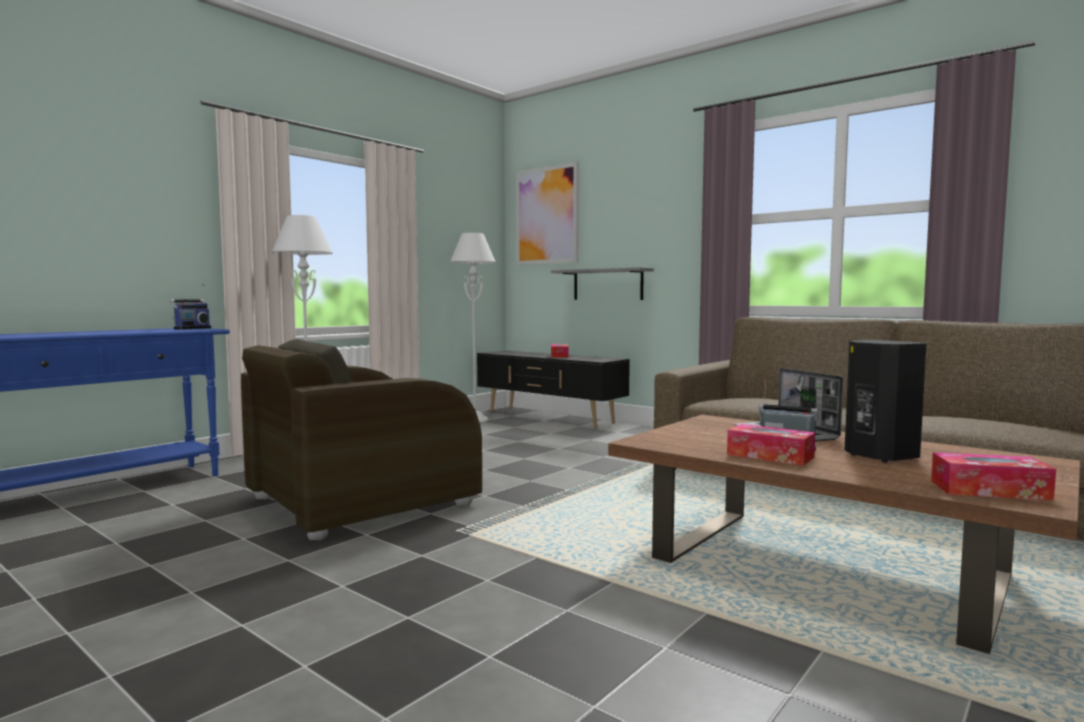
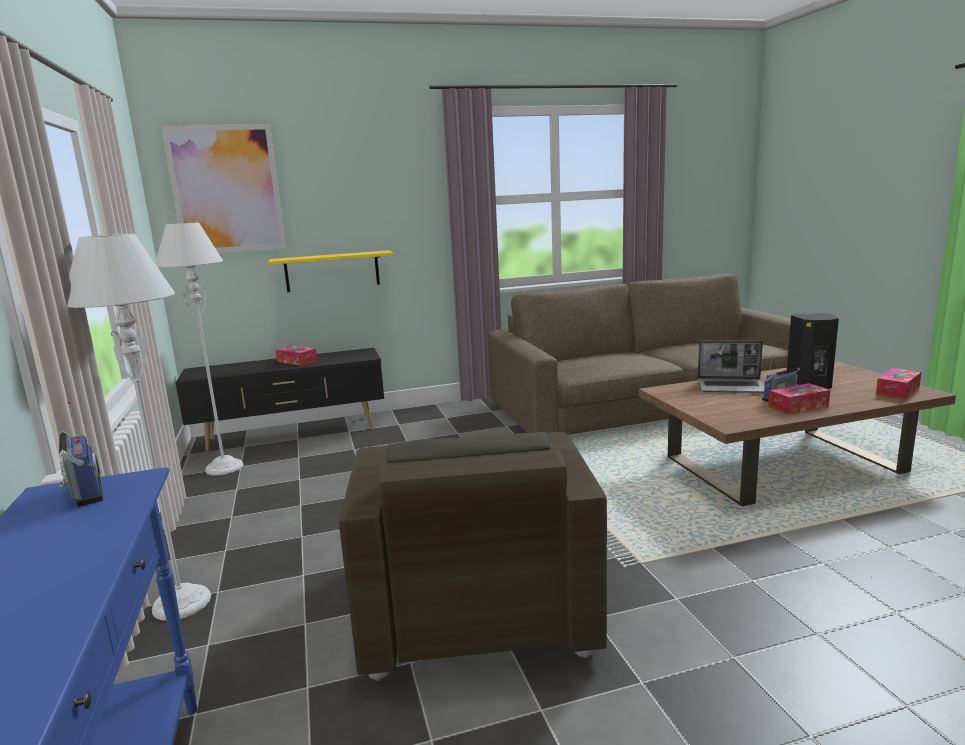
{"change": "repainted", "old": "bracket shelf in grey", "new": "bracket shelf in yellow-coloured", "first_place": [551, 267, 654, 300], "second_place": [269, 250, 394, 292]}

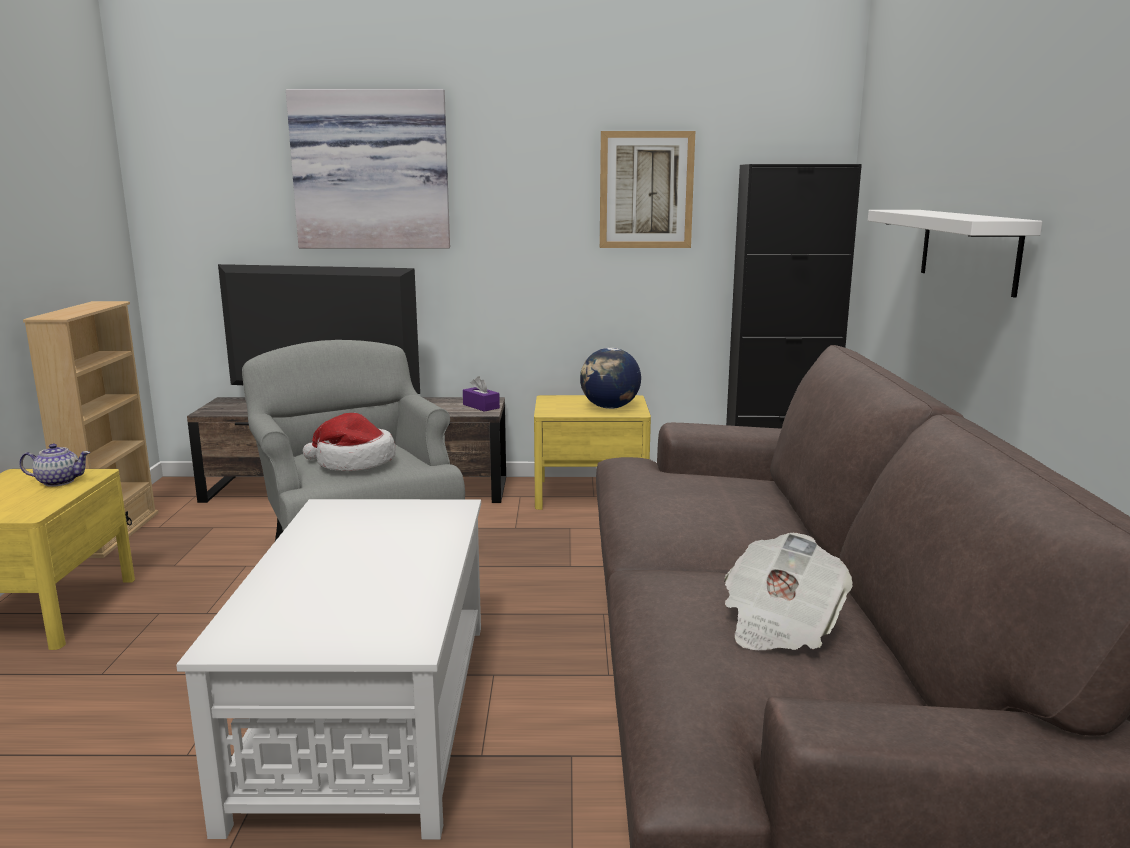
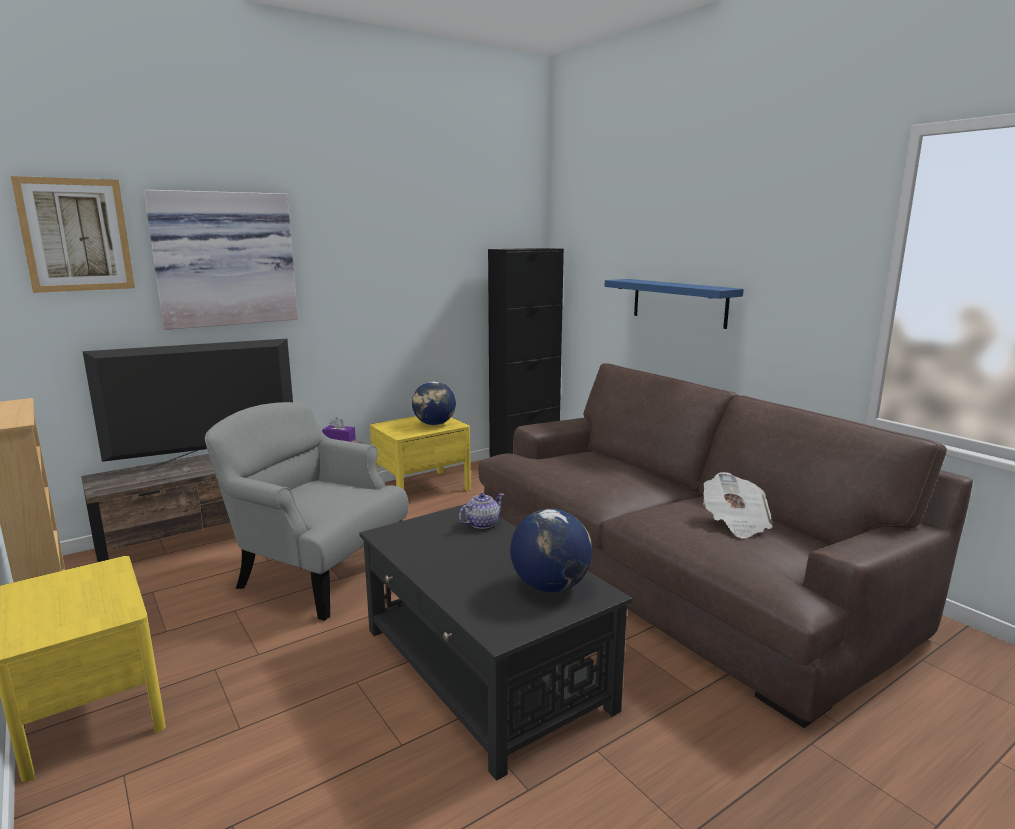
{"change": "shifted", "old": "tea pot", "first_place": [19, 444, 90, 487], "second_place": [459, 493, 504, 529]}
{"change": "repainted", "old": "lounge table in whitish", "new": "lounge table in black", "first_place": [176, 499, 481, 839], "second_place": [359, 504, 632, 781]}
{"change": "gone", "old": "clothing hat", "first_place": [303, 413, 396, 471]}
{"change": "shifted", "old": "wall art", "first_place": [600, 131, 695, 248], "second_place": [11, 176, 135, 293]}
{"change": "repainted", "old": "bracket shelf in whitish", "new": "bracket shelf in blue", "first_place": [868, 210, 1042, 298], "second_place": [604, 279, 744, 329]}
{"change": "new", "new": "globe", "second_place": [510, 509, 592, 592]}

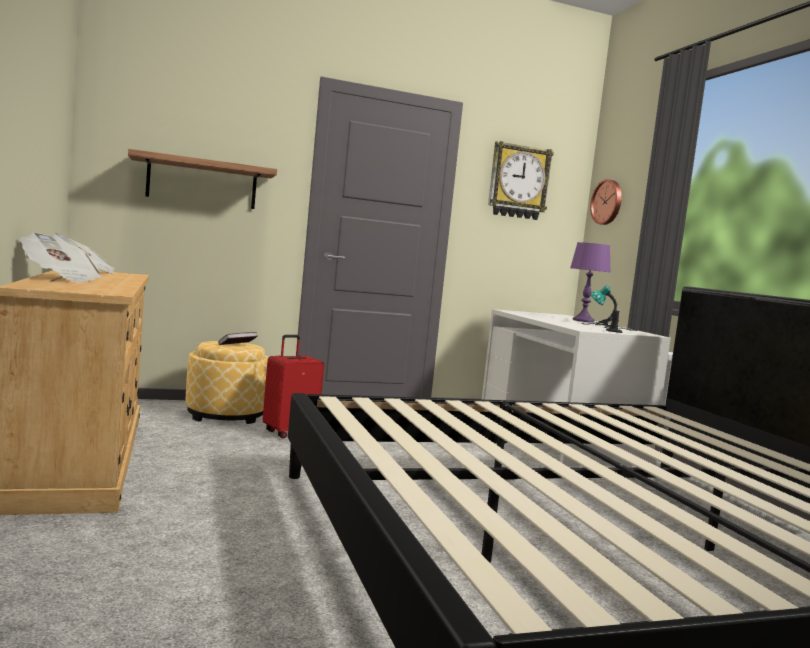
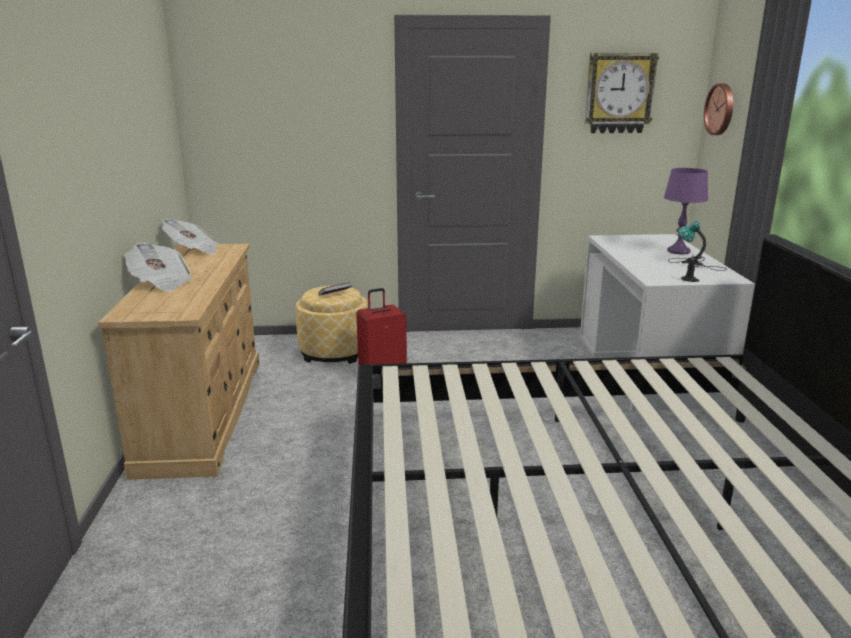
{"change": "gone", "old": "bracket shelf", "first_place": [128, 149, 277, 209]}

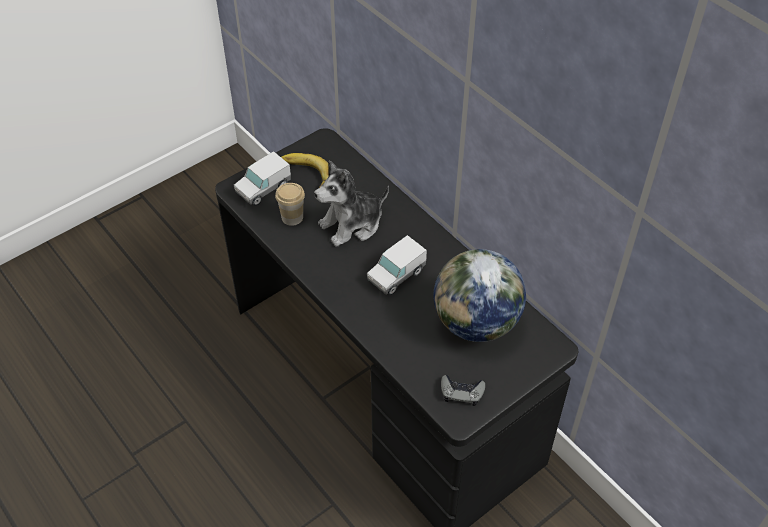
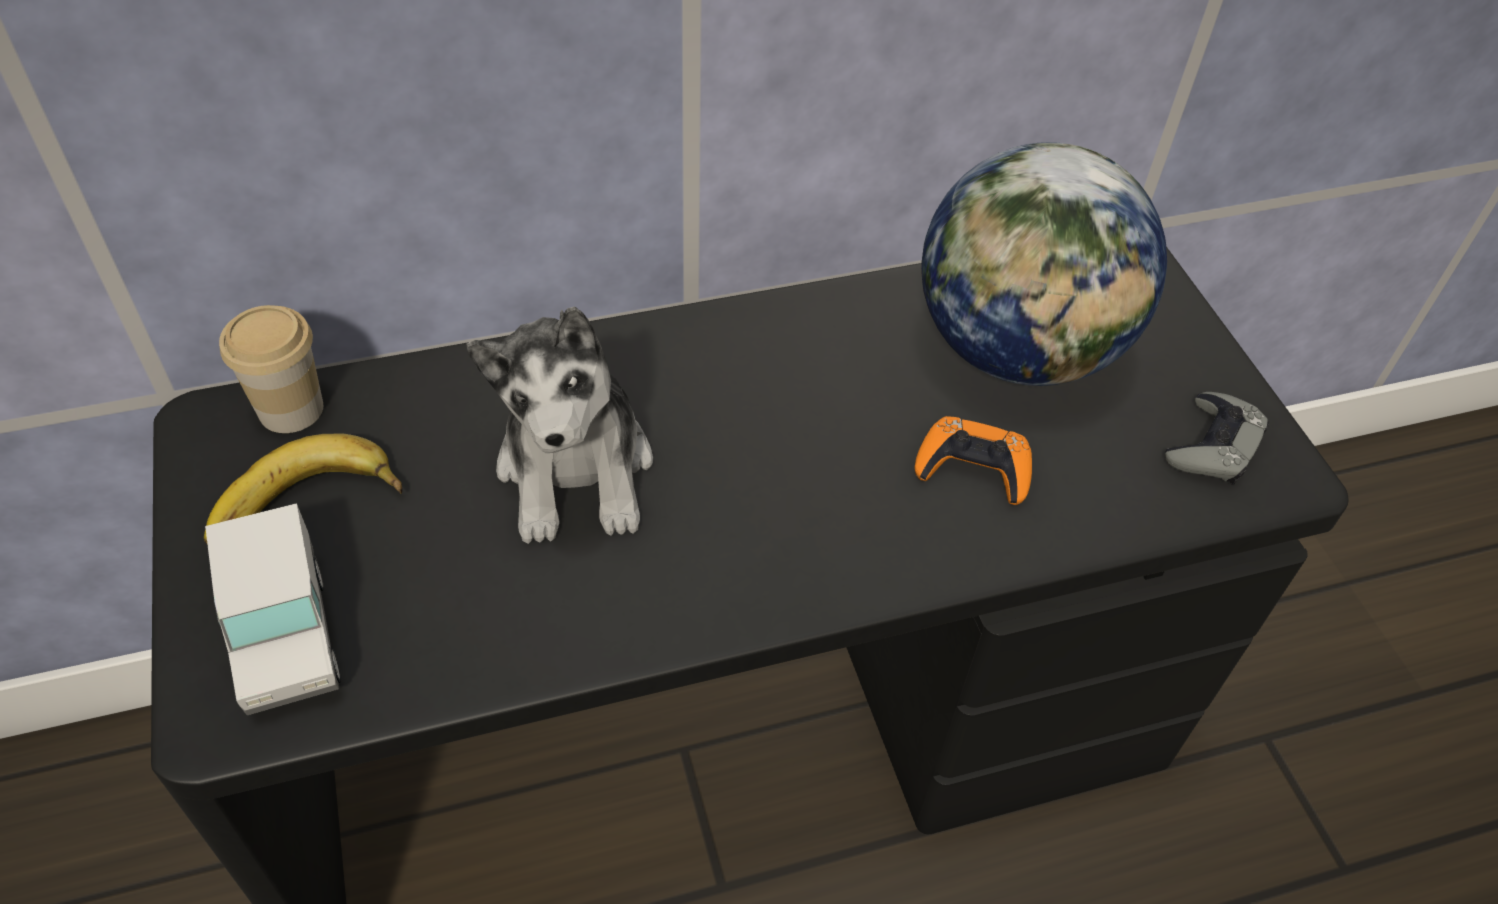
{"change": "shifted", "old": "drinking cup", "first_place": [275, 183, 305, 226], "second_place": [219, 305, 323, 433]}
{"change": "gone", "old": "toy truck", "first_place": [367, 235, 427, 295]}
{"change": "new", "new": "gamepad in orange-coloured", "second_place": [914, 416, 1032, 505]}

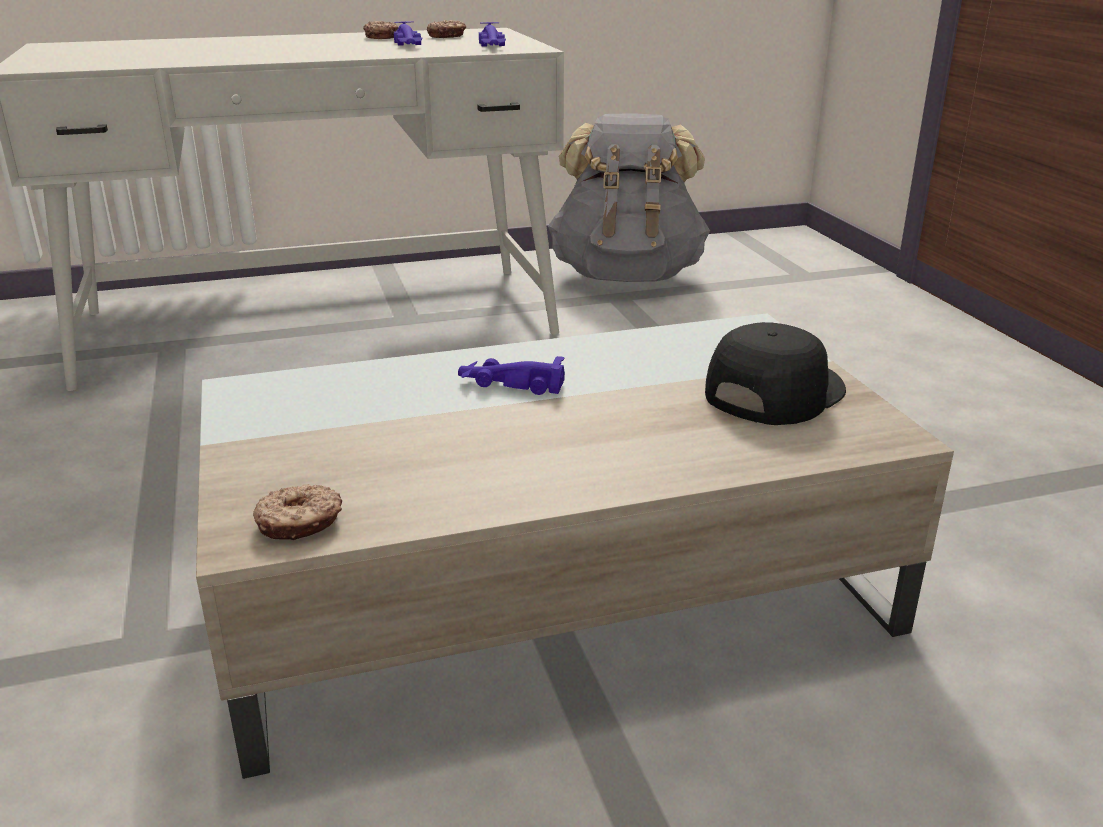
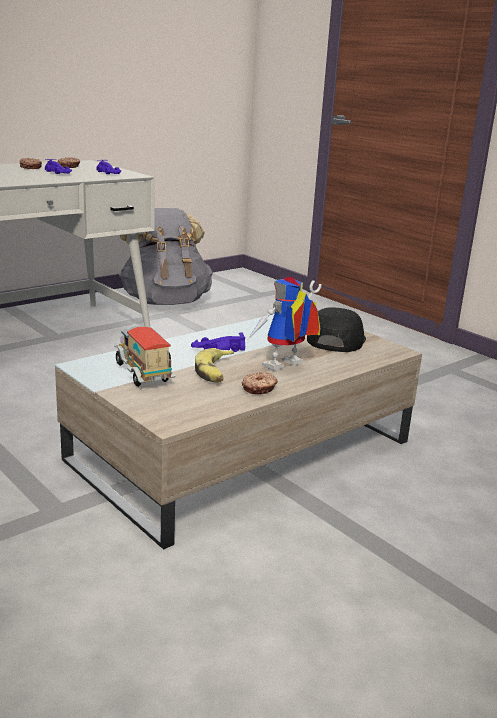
{"change": "shifted", "old": "ring doughnut", "first_place": [253, 484, 342, 540], "second_place": [242, 372, 278, 394]}
{"change": "new", "new": "toy truck", "second_place": [114, 327, 175, 387]}
{"change": "new", "new": "banana fruit", "second_place": [195, 348, 234, 383]}
{"change": "new", "new": "toy robot", "second_place": [248, 277, 322, 370]}

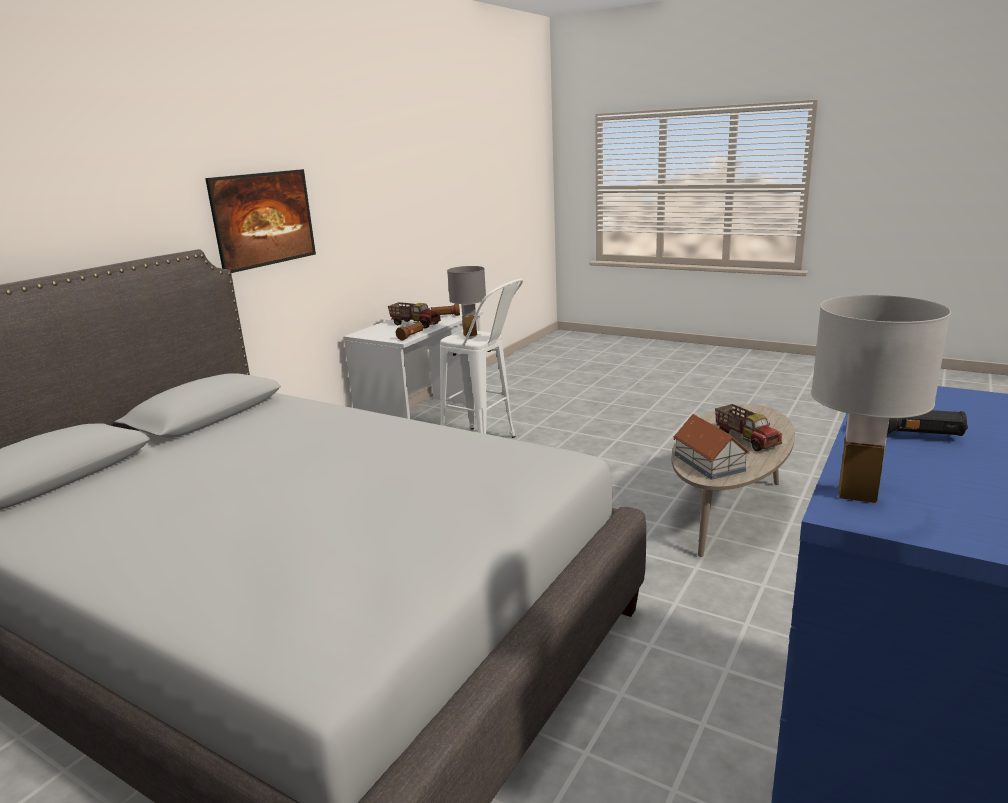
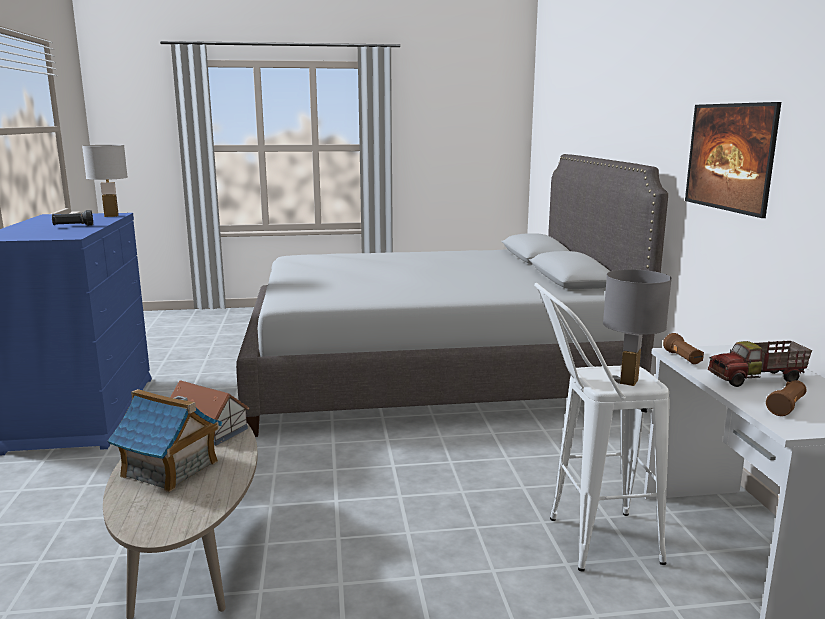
{"change": "swapped", "old": "toy truck", "new": "model house", "first_place": [715, 404, 782, 451], "second_place": [108, 389, 222, 492]}

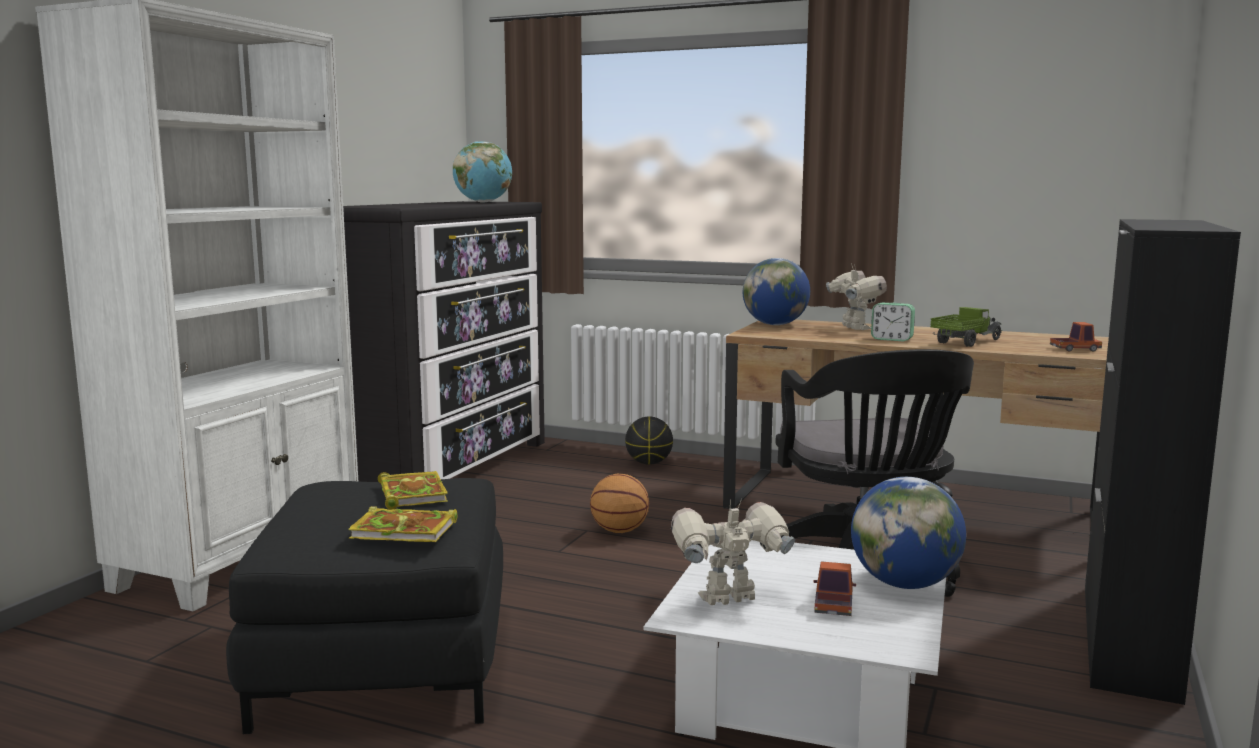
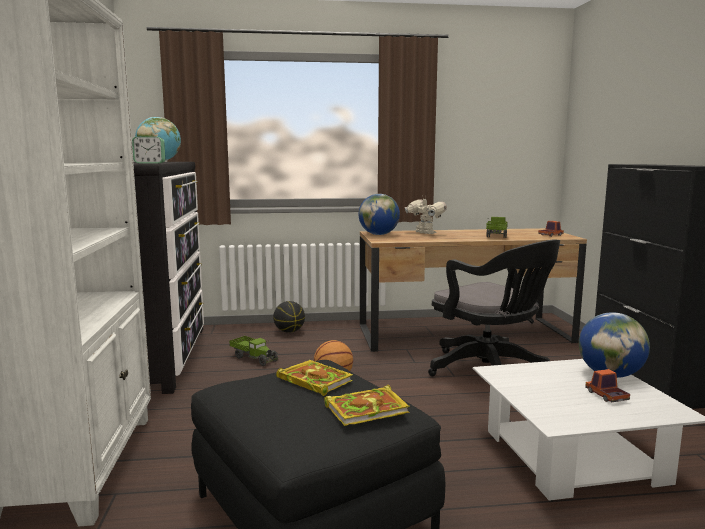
{"change": "gone", "old": "toy robot", "first_place": [671, 499, 795, 605]}
{"change": "shifted", "old": "table clock", "first_place": [871, 303, 915, 342], "second_place": [132, 136, 165, 163]}
{"change": "new", "new": "toy truck", "second_place": [229, 336, 279, 366]}

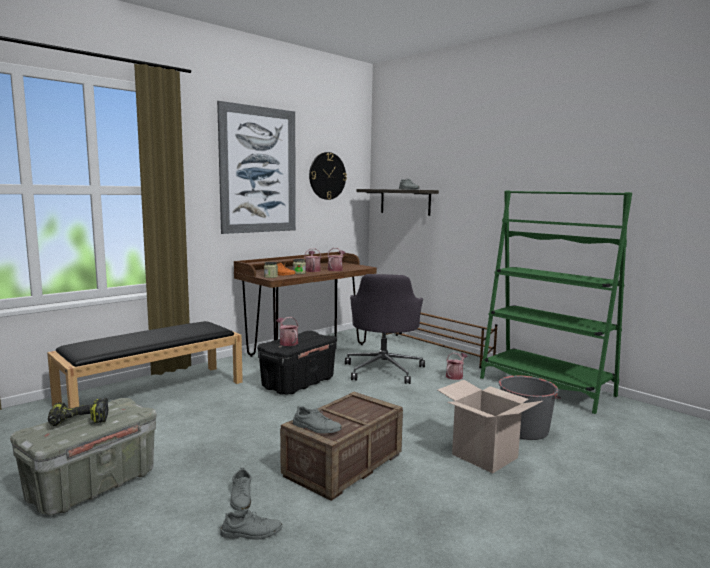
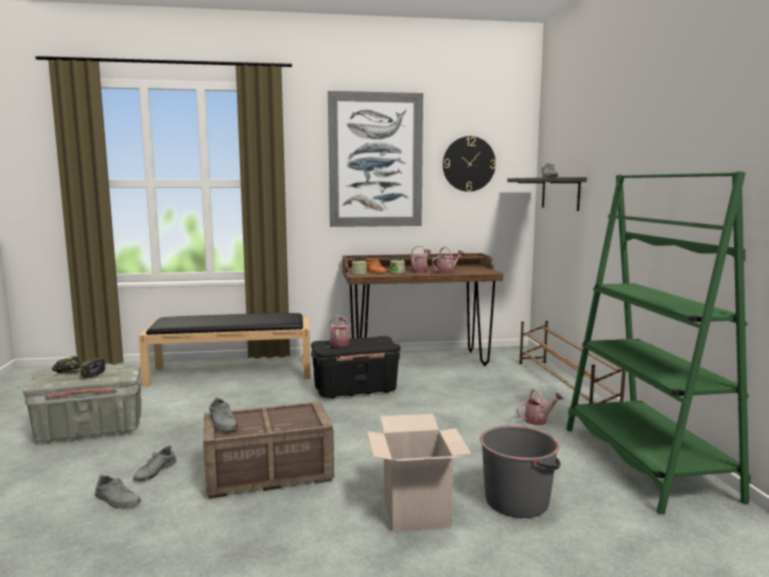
{"change": "gone", "old": "office chair in grey", "first_place": [345, 274, 425, 384]}

